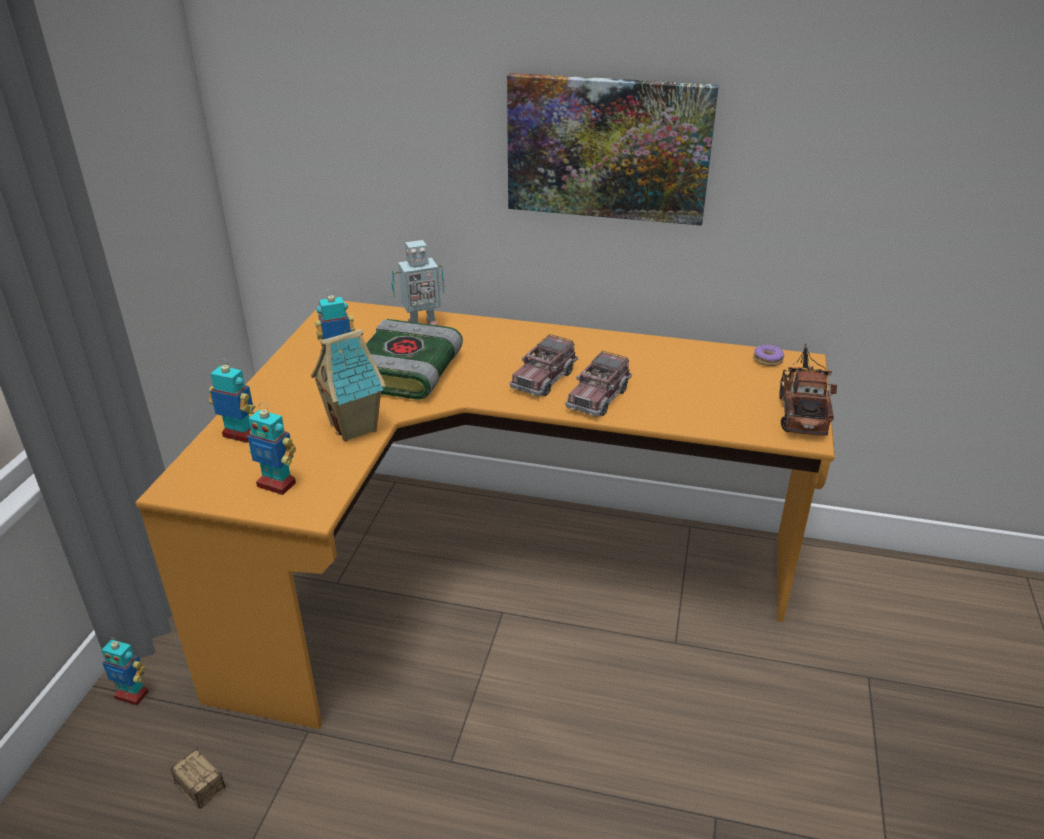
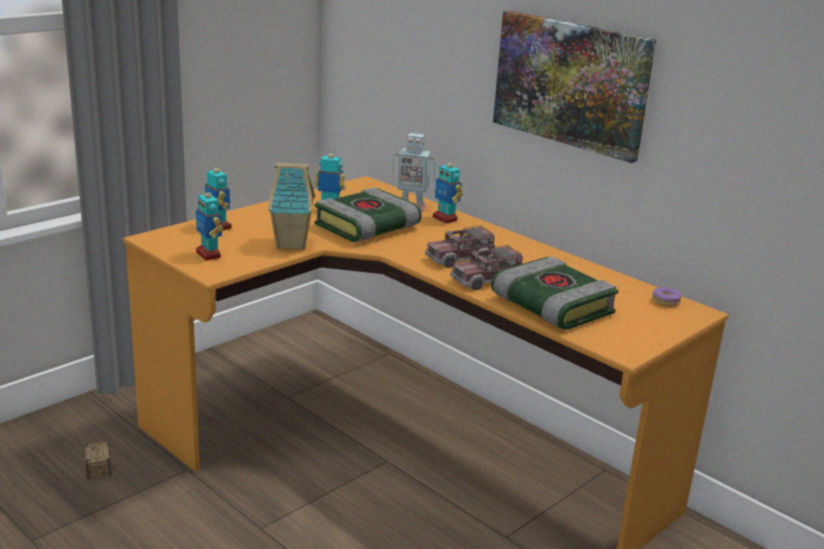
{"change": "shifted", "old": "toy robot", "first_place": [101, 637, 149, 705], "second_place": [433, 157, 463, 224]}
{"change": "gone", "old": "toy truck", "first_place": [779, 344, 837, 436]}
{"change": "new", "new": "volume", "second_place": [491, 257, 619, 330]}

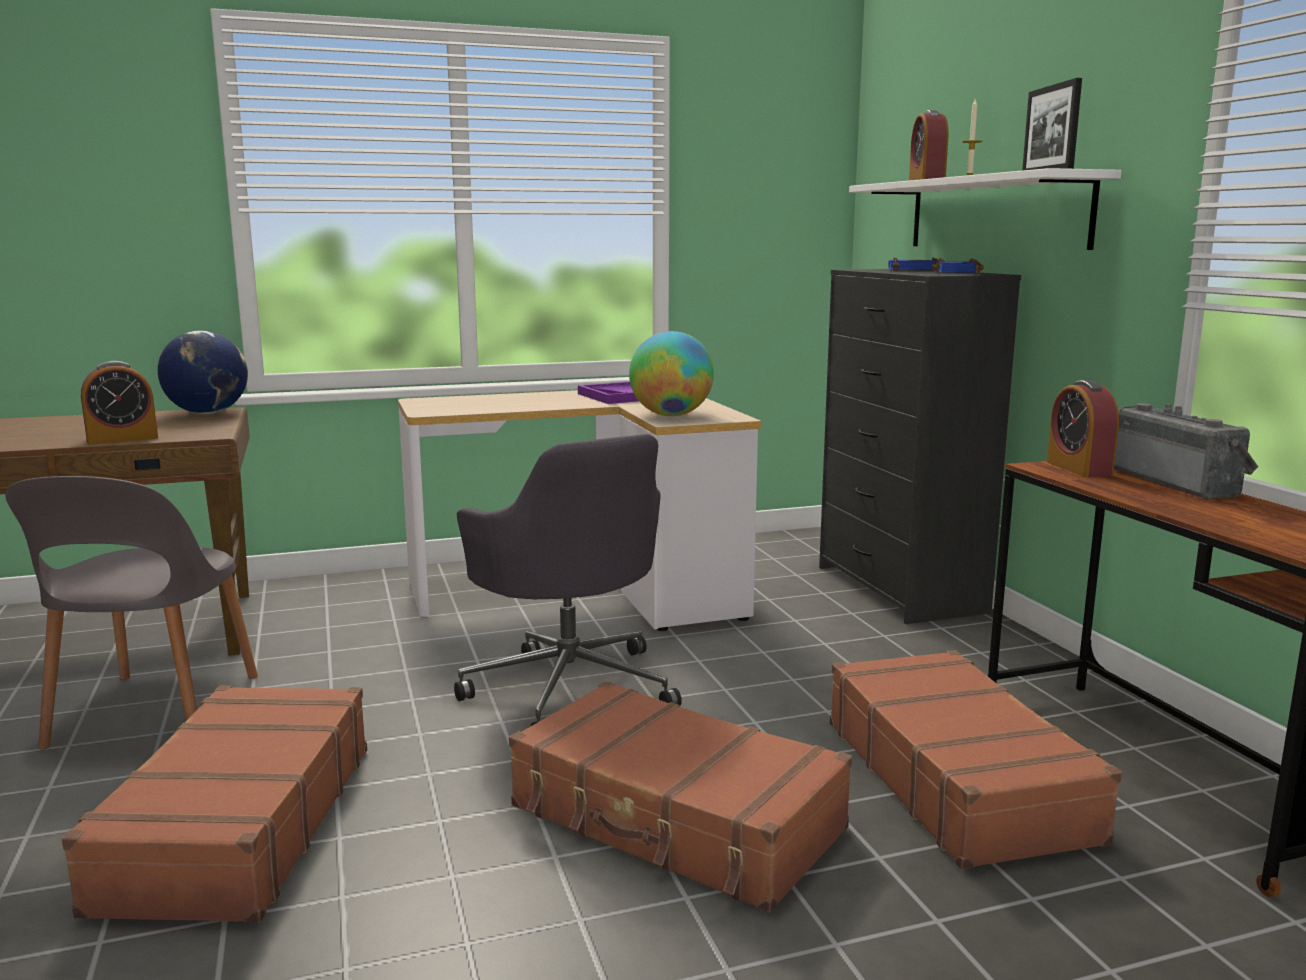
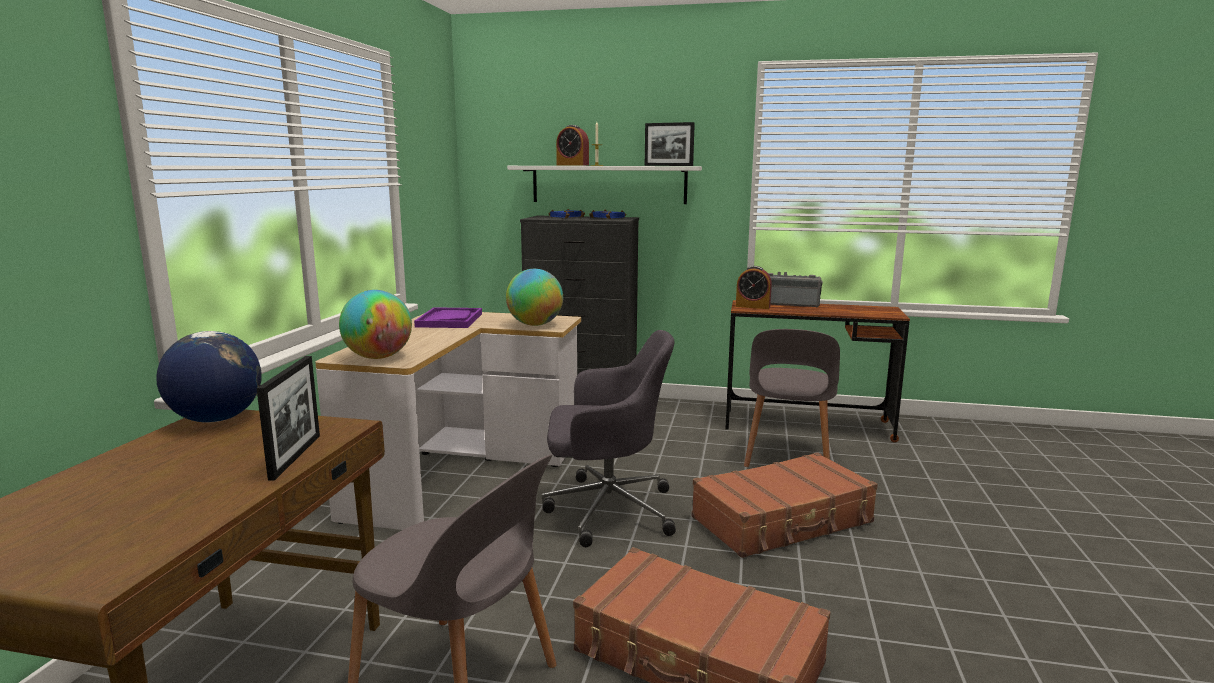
{"change": "swapped", "old": "table clock", "new": "photo frame", "first_place": [81, 361, 158, 445], "second_place": [257, 356, 320, 480]}
{"change": "swapped", "old": "suitcase in brown", "new": "plain chair in grey", "first_place": [830, 650, 1122, 869], "second_place": [744, 329, 840, 467]}
{"change": "new", "new": "globe", "second_place": [339, 290, 412, 359]}

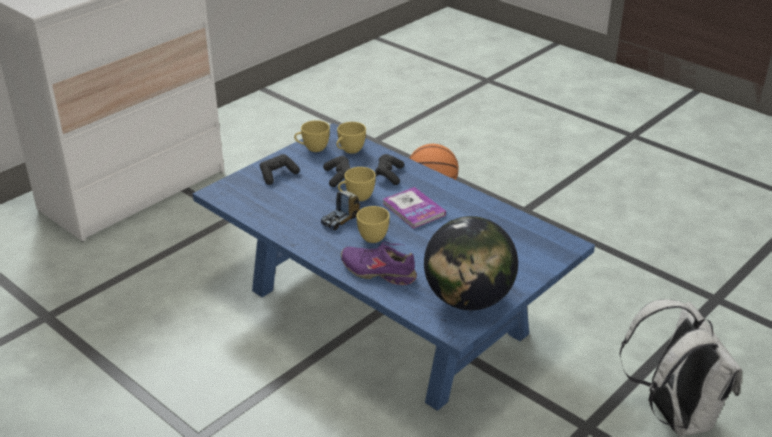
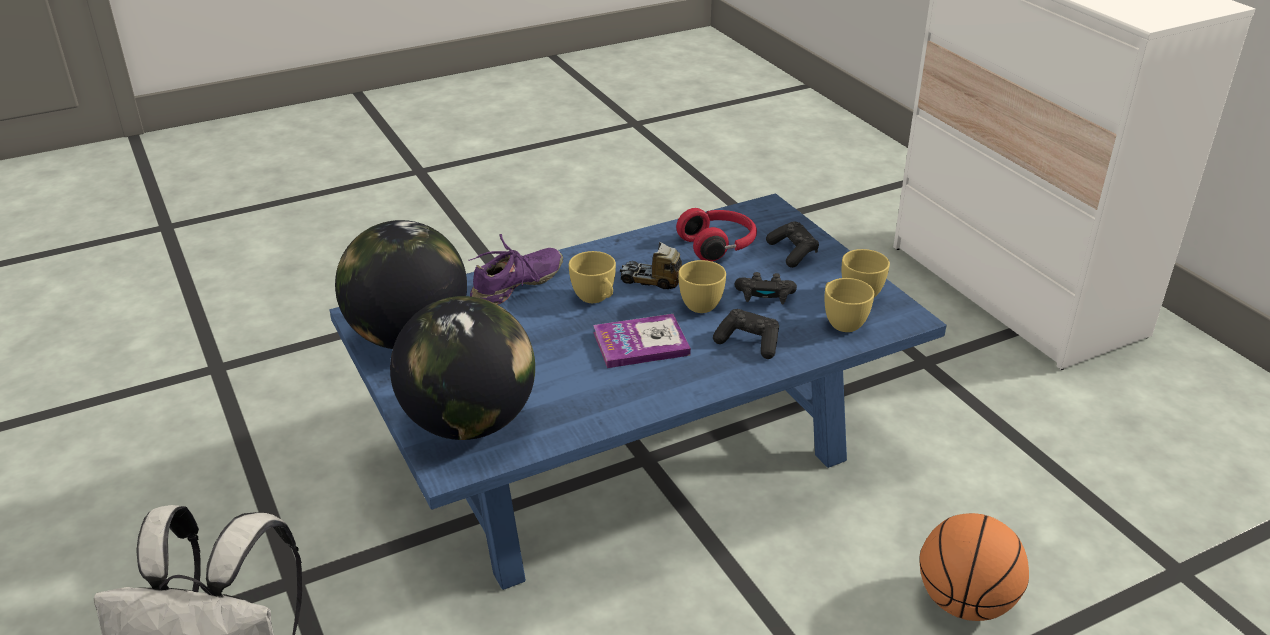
{"change": "rotated", "old": "toy truck", "first_place": [321, 190, 360, 230], "second_place": [620, 242, 682, 289], "degrees": -45}
{"change": "new", "new": "globe", "second_place": [390, 296, 535, 440]}
{"change": "new", "new": "pair of headphones in red-coloured", "second_place": [676, 208, 757, 261]}

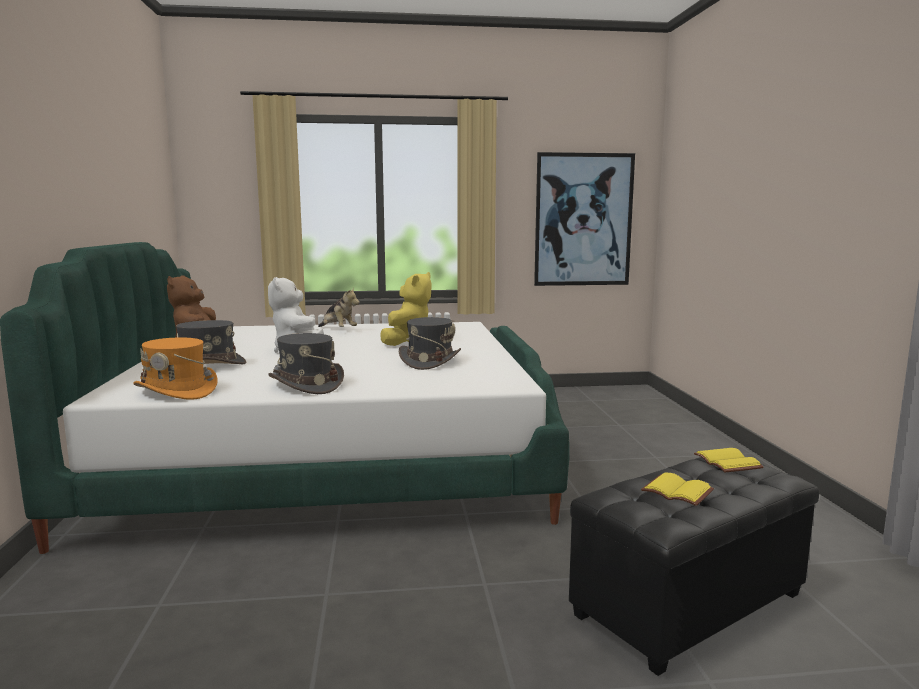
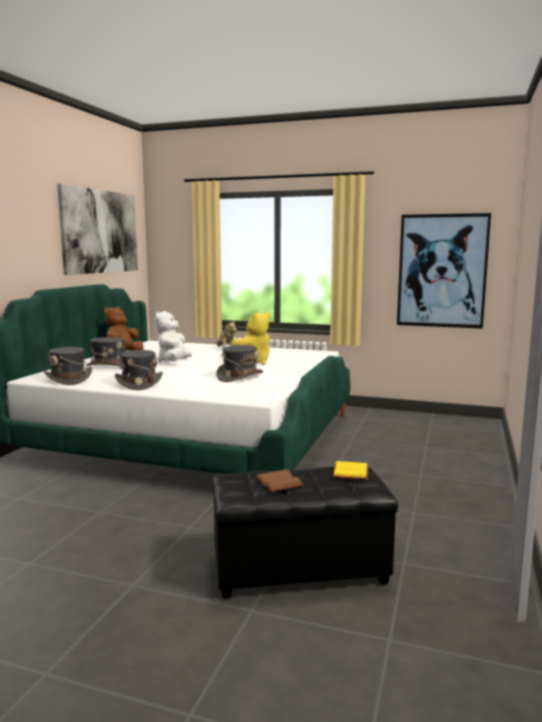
{"change": "repainted", "old": "clothing hat in orange-coloured", "new": "clothing hat in grey", "first_place": [133, 337, 218, 400], "second_place": [44, 347, 92, 385]}
{"change": "repainted", "old": "volume in yellow-coloured", "new": "volume in brown", "first_place": [641, 472, 714, 506], "second_place": [255, 469, 304, 492]}
{"change": "new", "new": "wall art", "second_place": [57, 184, 138, 275]}

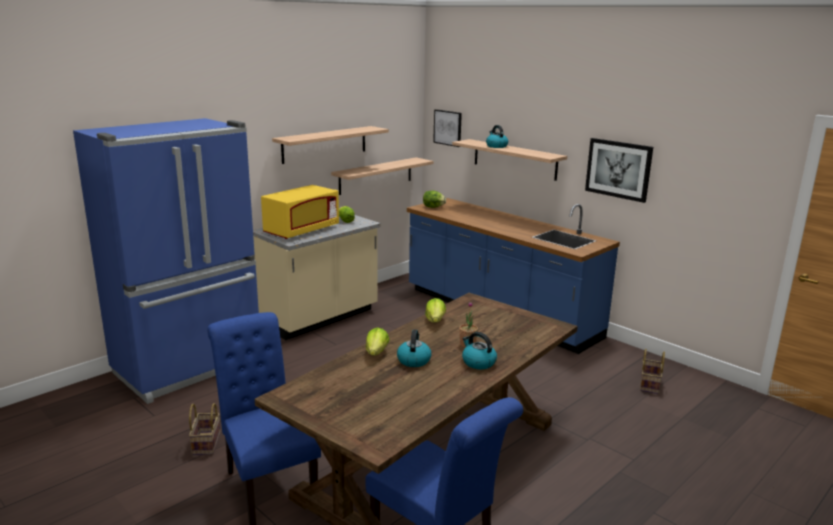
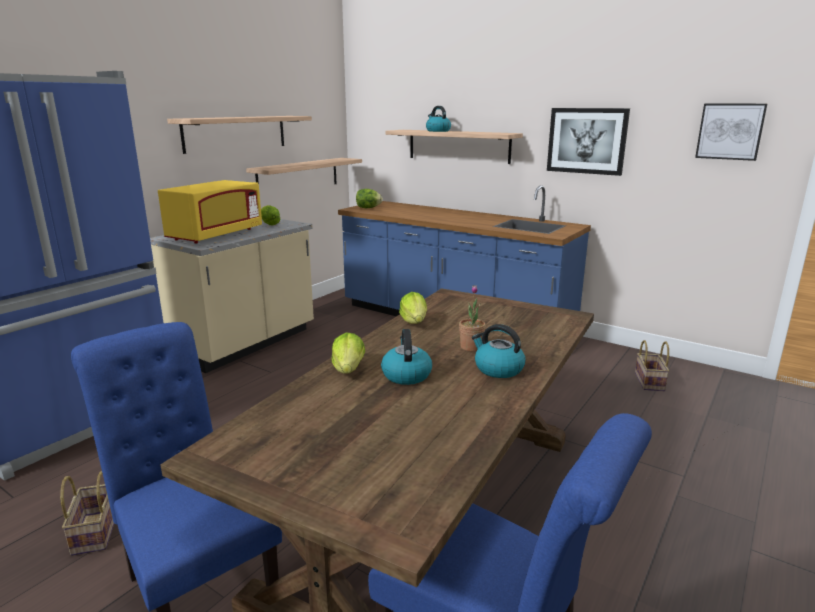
{"change": "shifted", "old": "wall art", "first_place": [433, 109, 462, 147], "second_place": [695, 104, 767, 161]}

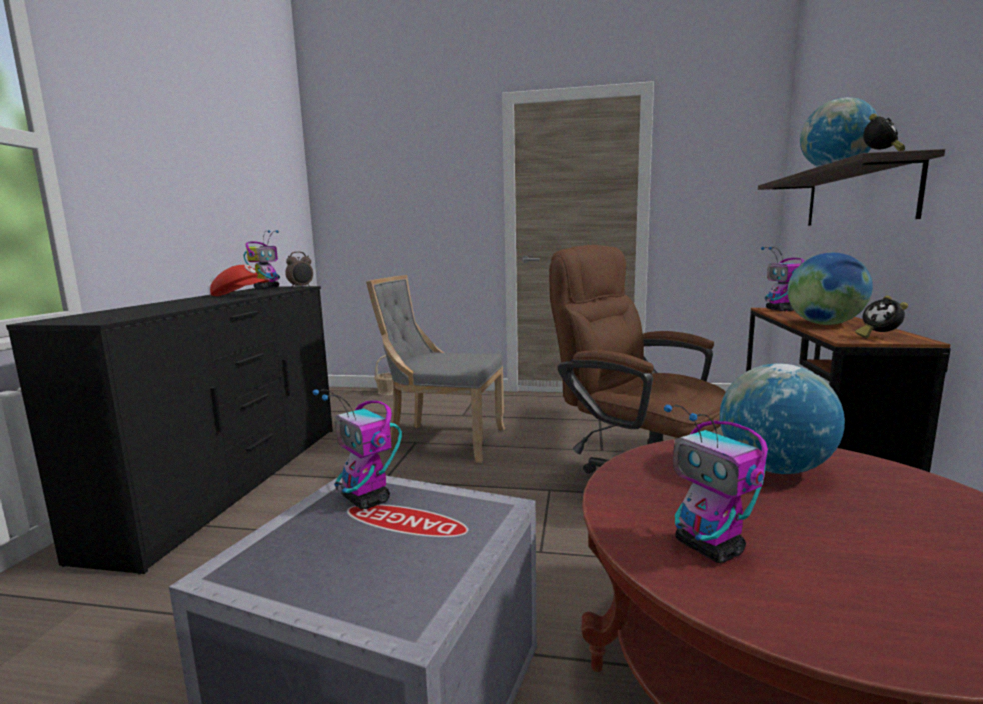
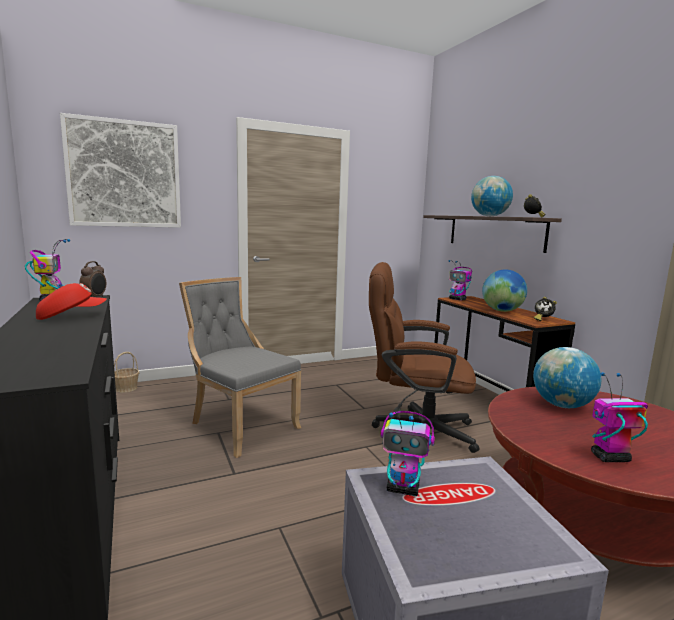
{"change": "rotated", "old": "plain chair in grey", "first_place": [366, 275, 505, 463], "second_place": [179, 277, 301, 458], "degrees": 60}
{"change": "rotated", "old": "toy robot", "first_place": [664, 405, 768, 563], "second_place": [591, 372, 648, 462], "degrees": 150}
{"change": "new", "new": "wall art", "second_place": [60, 113, 181, 228]}

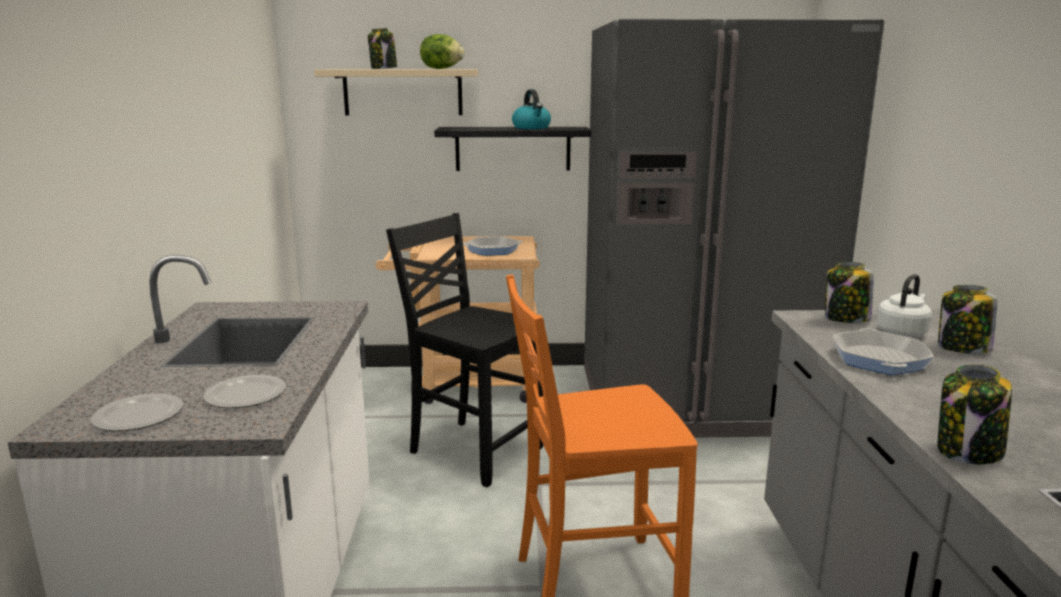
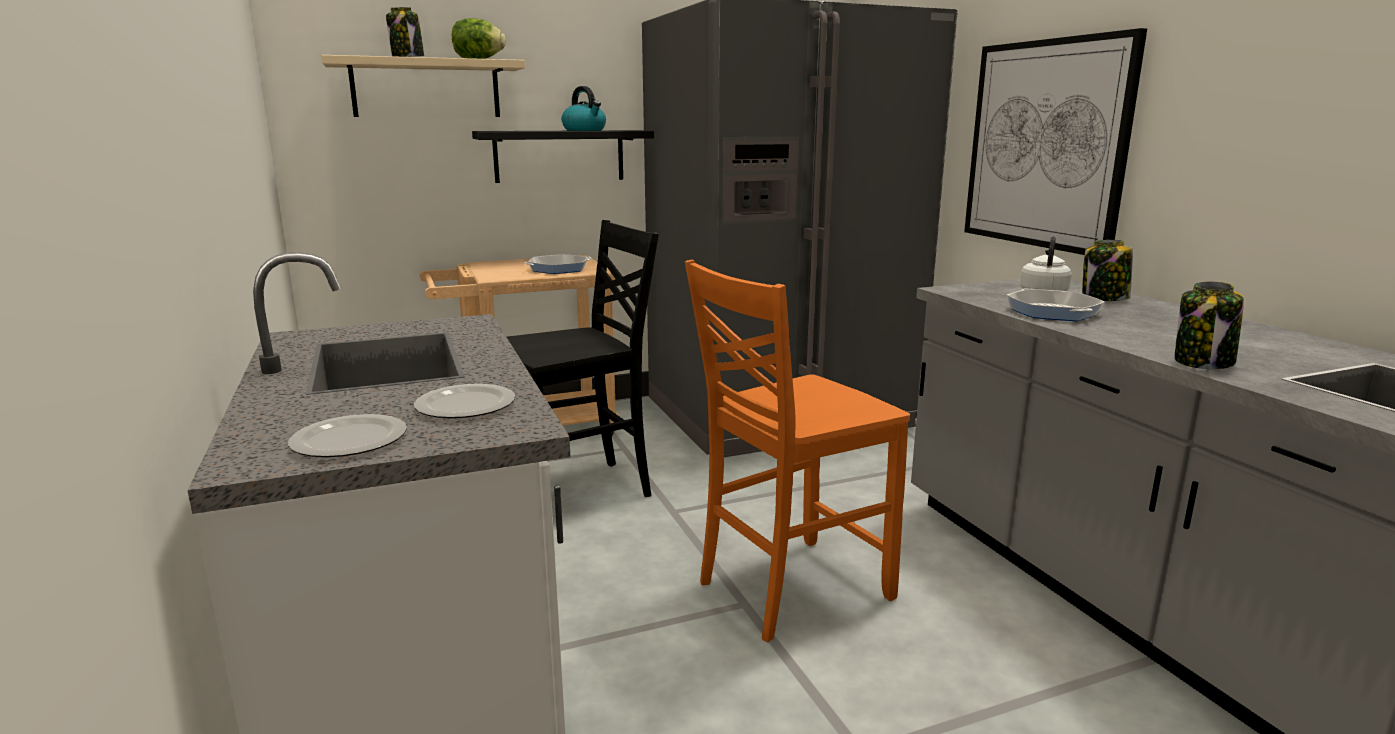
{"change": "rotated", "old": "plain chair in black", "first_place": [386, 213, 543, 487], "second_place": [507, 220, 659, 497], "degrees": 135}
{"change": "gone", "old": "preserve jar", "first_place": [825, 262, 874, 323]}
{"change": "new", "new": "wall art", "second_place": [964, 28, 1147, 255]}

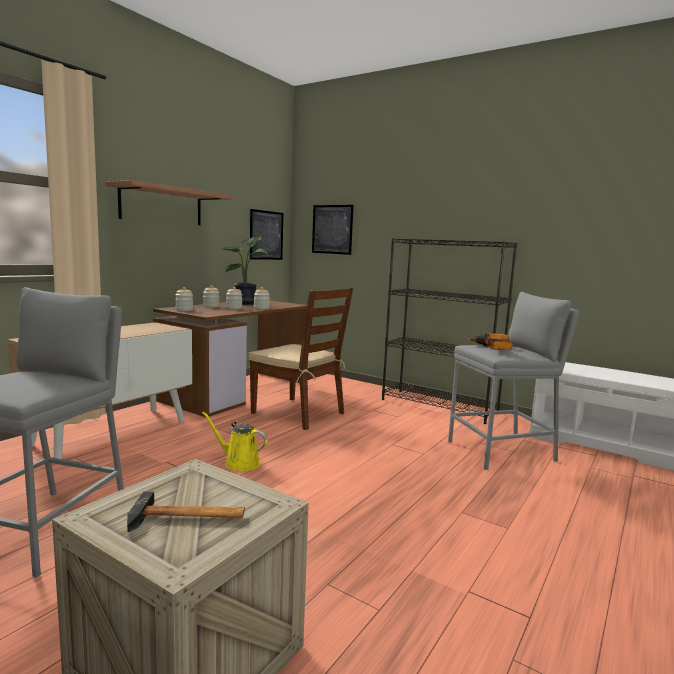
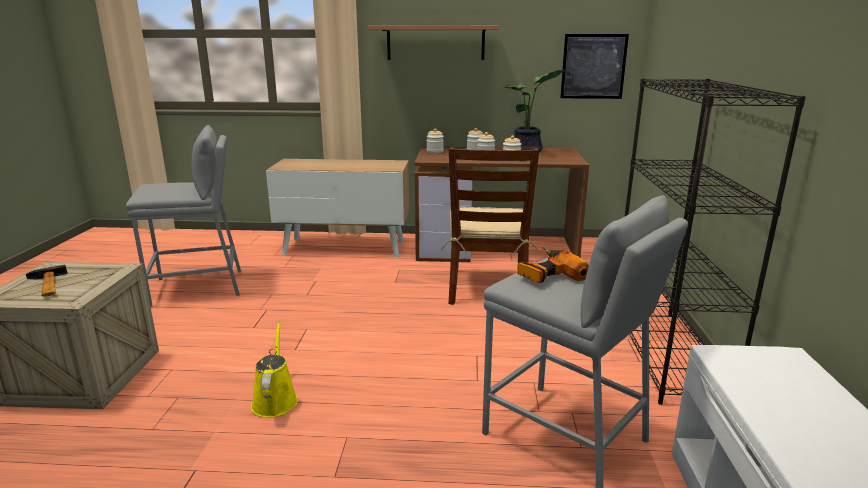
{"change": "shifted", "old": "sprinkling can in yellow-coloured", "first_place": [202, 412, 268, 471], "second_place": [251, 321, 298, 418]}
{"change": "gone", "old": "wall art", "first_place": [312, 205, 354, 255]}

